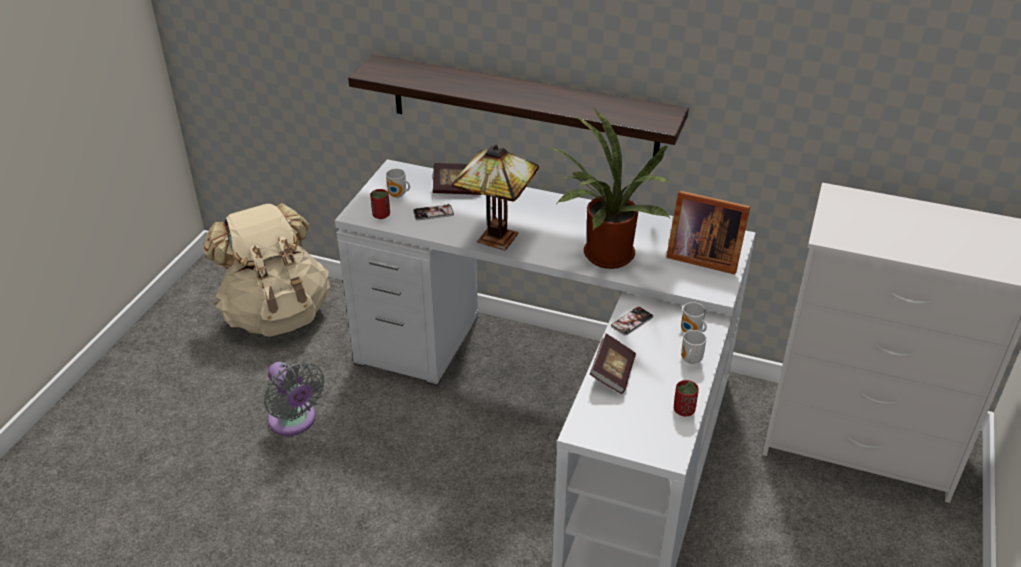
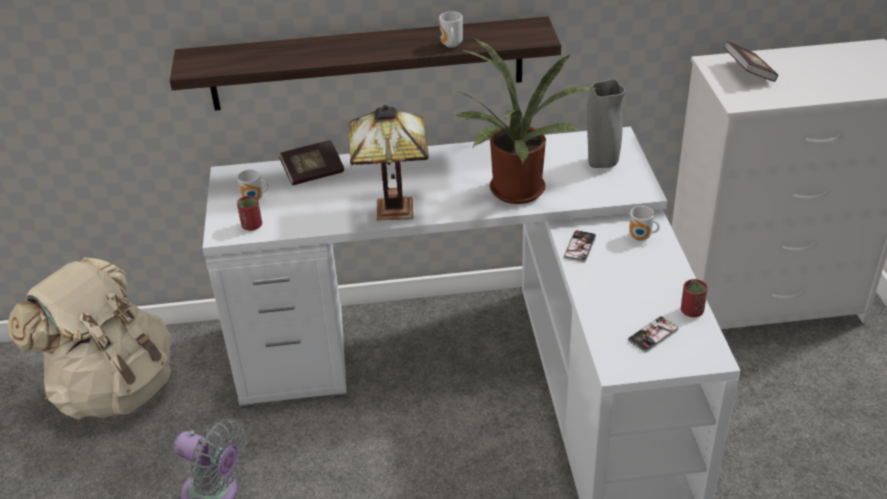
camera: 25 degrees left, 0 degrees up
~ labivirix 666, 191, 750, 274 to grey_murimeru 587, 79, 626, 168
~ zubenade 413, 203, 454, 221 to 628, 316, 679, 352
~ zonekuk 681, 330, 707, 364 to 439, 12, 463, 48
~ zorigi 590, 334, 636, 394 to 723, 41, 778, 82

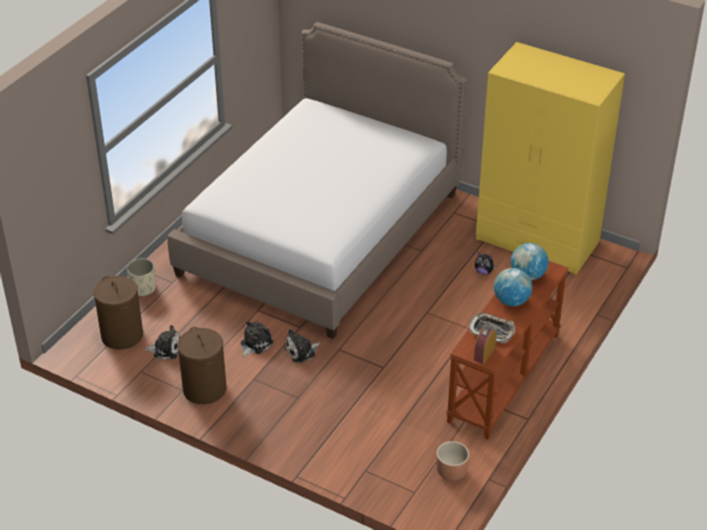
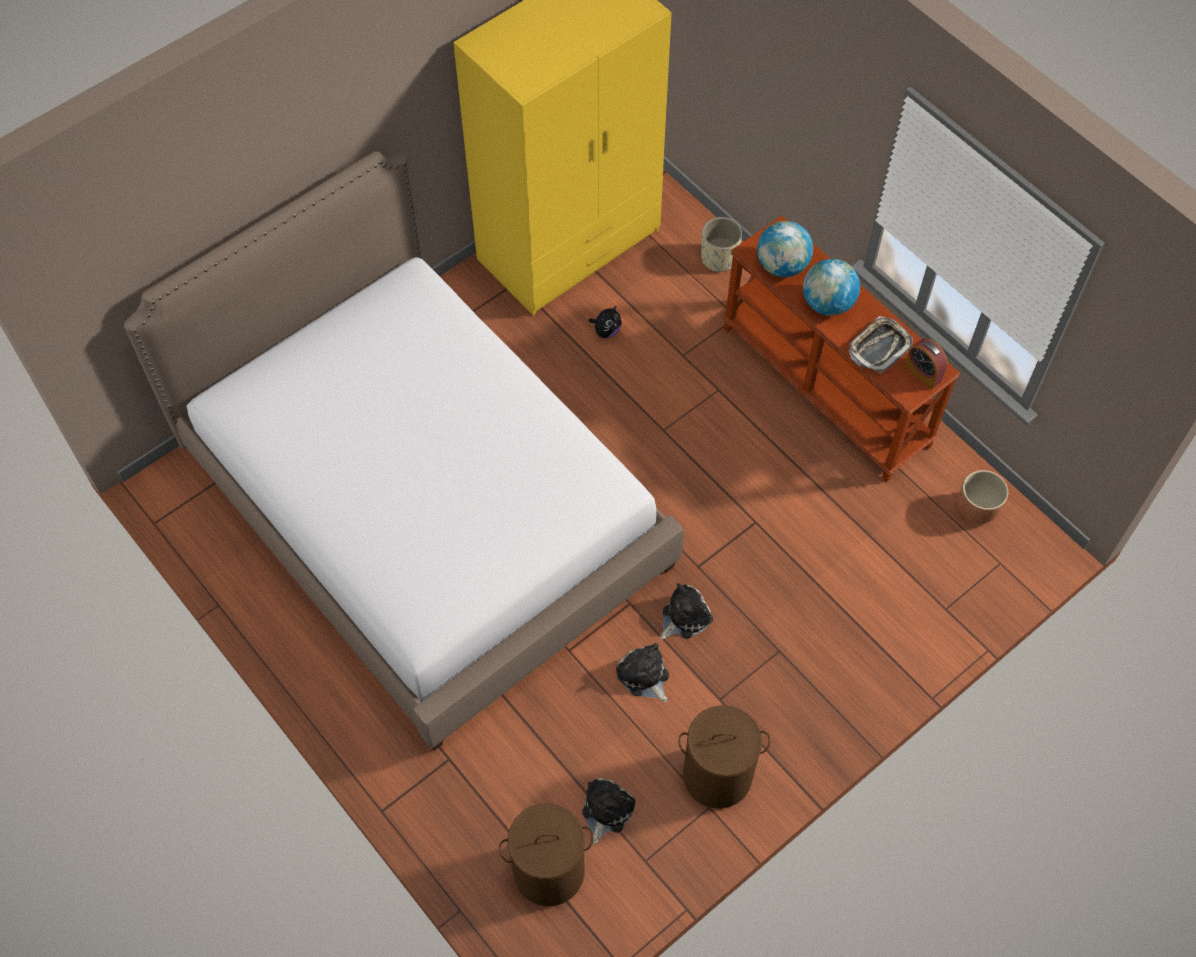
camera: 70 degrees left, 20 degrees up
~ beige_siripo 127, 258, 156, 297 to 701, 217, 742, 272
~ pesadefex 284, 329, 320, 363 = 660, 583, 713, 640 120 degrees counterclockwise

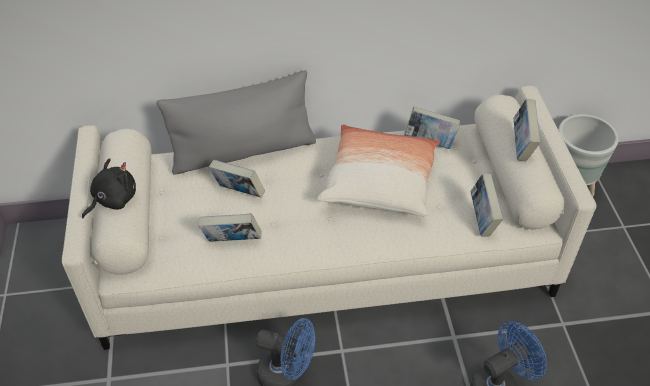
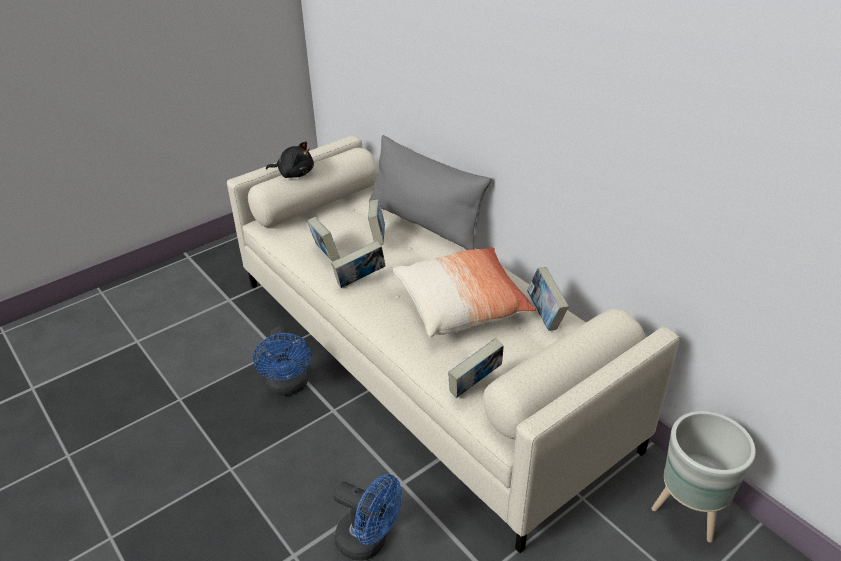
camera: 60 degrees right, 10 degrees down
~ zorigi 513, 99, 540, 162 to 331, 240, 385, 288

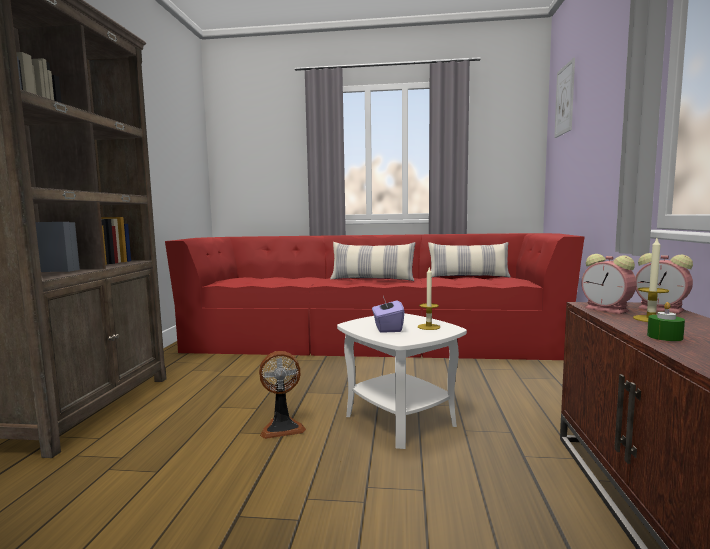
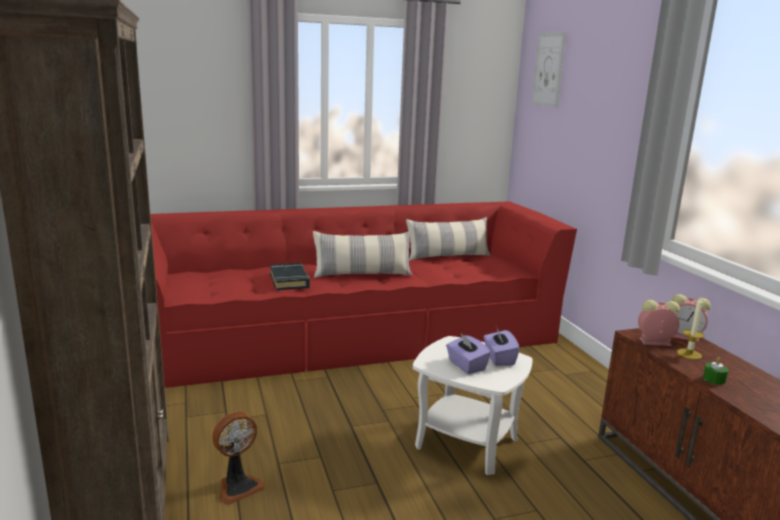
camera: 25 degrees left, 10 degrees up
~ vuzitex 581, 254, 636, 314 = 638, 300, 680, 346 150 degrees clockwise
~ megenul 418, 268, 440, 330 to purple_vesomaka 484, 326, 520, 366
~ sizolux 259, 351, 306, 439 to 212, 412, 265, 505
+ black_zorigi 270, 263, 310, 290

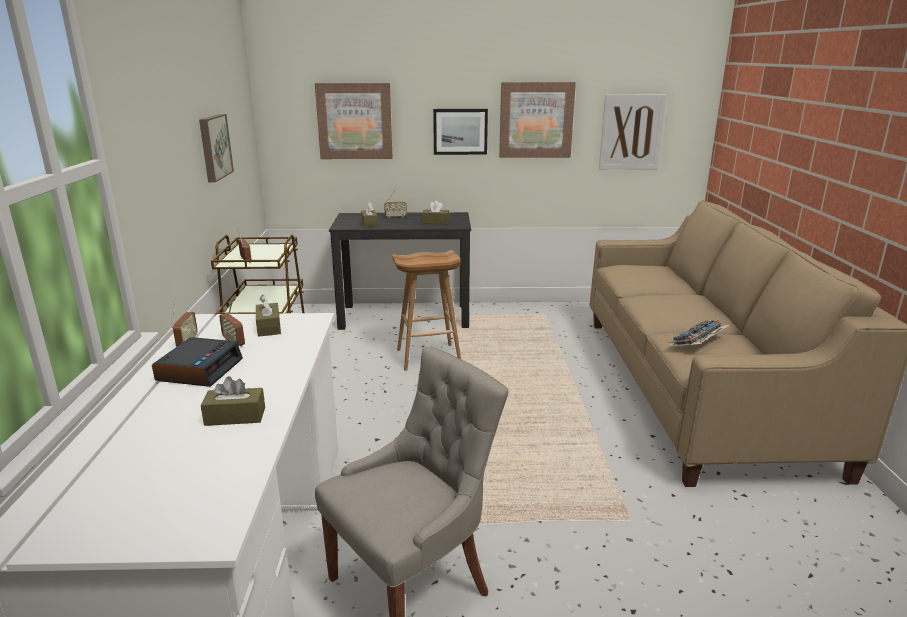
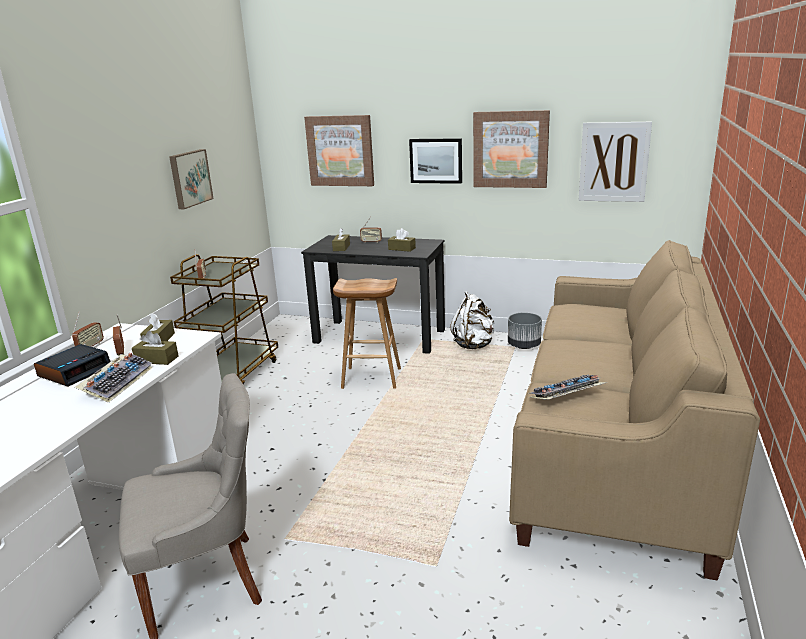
camera: 20 degrees right, 0 degrees up
~ brown_vesomaka 201, 376, 265, 426 to 132, 331, 178, 365
+ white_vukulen 450, 291, 494, 349
+ grey_siripo 508, 313, 542, 349
+ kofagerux 75, 353, 153, 403

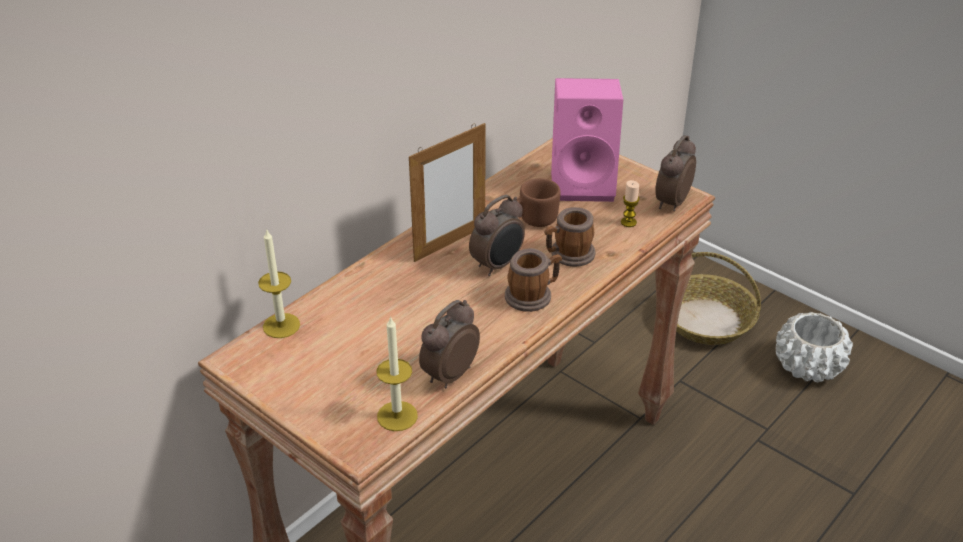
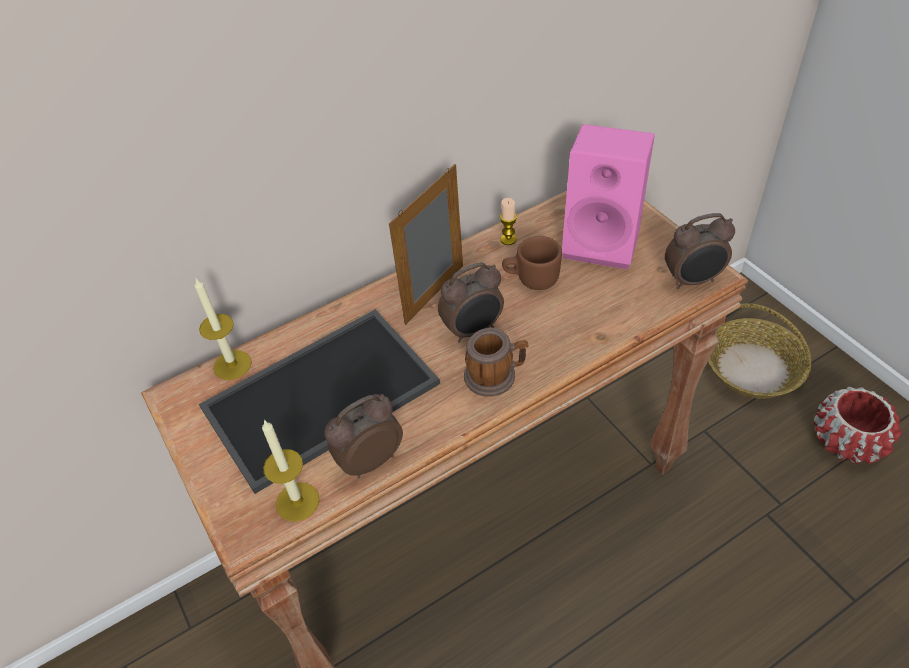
camera: 20 degrees right, 10 degrees up
~ labivirix 409, 123, 486, 262 = 389, 164, 463, 325 150 degrees clockwise
~ vuzitex 655, 135, 696, 212 = 665, 213, 735, 289 150 degrees counterclockwise
~ megenul 621, 180, 640, 227 to 500, 198, 517, 245
- zonekuk 545, 207, 596, 267
~ white_siripo 776, 312, 853, 383 to red_siripo 814, 387, 902, 464
+ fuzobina 199, 310, 440, 494

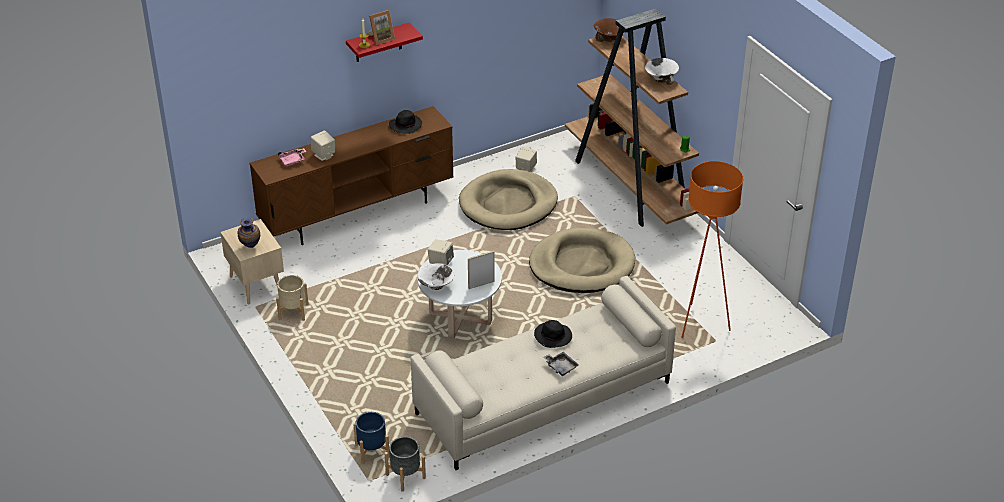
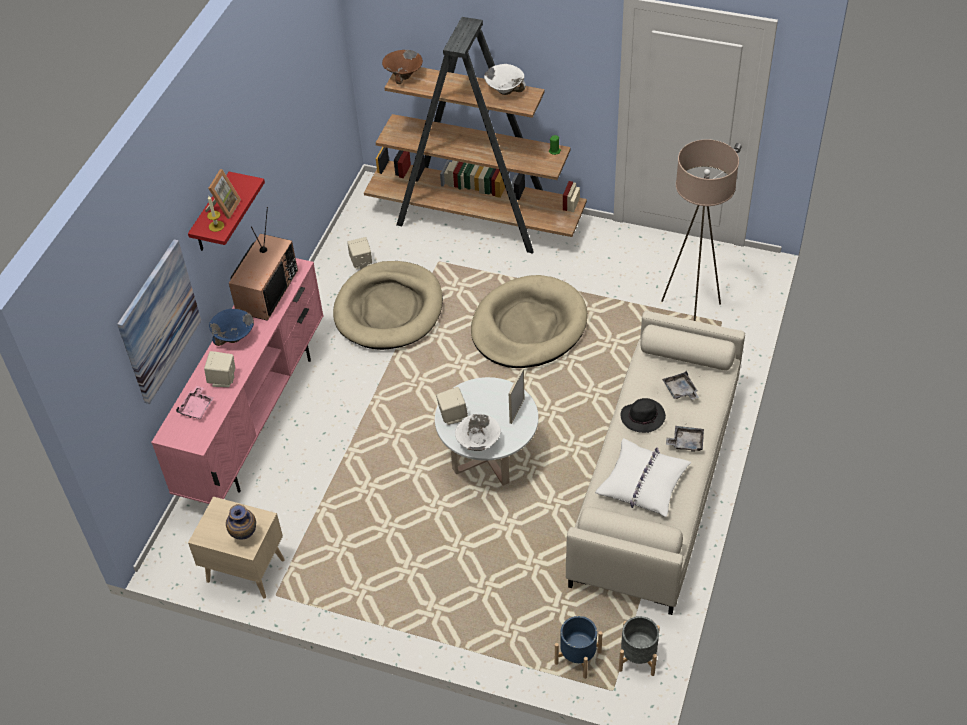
camera: 40 degrees left, 10 degrees up
~ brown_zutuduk 249, 106, 454, 245 to pink_zutuduk 151, 258, 324, 504
~ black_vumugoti 389, 110, 422, 134 to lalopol 229, 207, 298, 321
~ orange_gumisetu 681, 161, 743, 338 to beige_gumisetu 661, 139, 739, 321
- beige_siripo 276, 275, 309, 321
+ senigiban 117, 239, 201, 404
+ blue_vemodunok 209, 309, 254, 346
+ grey_fuzobina 662, 371, 699, 400
+ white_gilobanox 595, 438, 691, 517

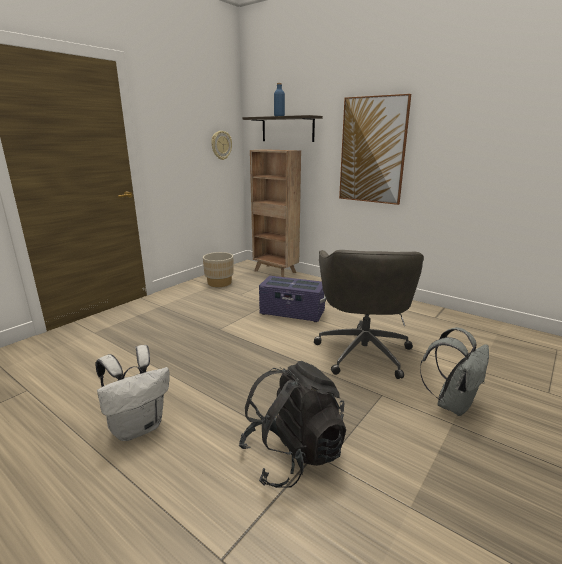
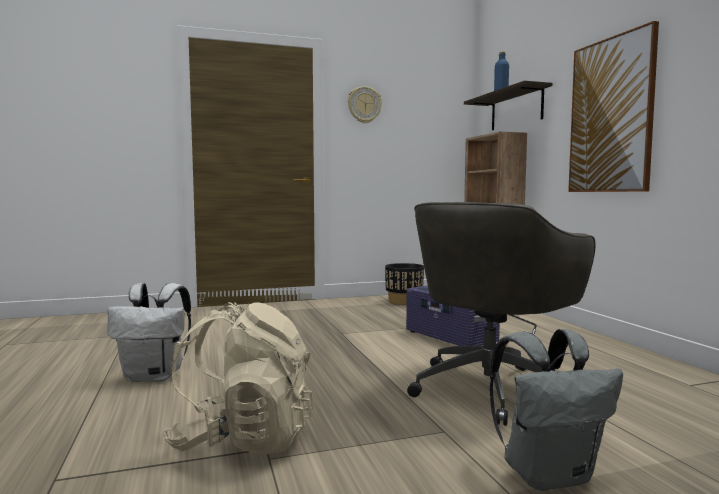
camera: 35 degrees right, 15 degrees down
~ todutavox 211, 131, 232, 160 to 348, 86, 382, 123
~ beige_siripo 203, 252, 234, 287 to black_siripo 385, 263, 424, 305
~ black_vukulen 239, 361, 346, 488 to beige_vukulen 162, 302, 314, 454

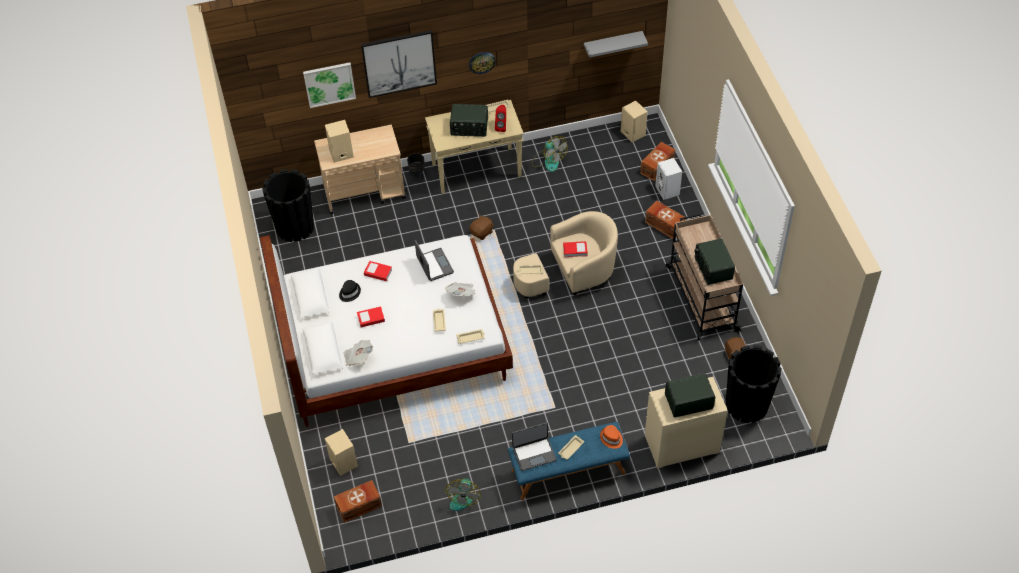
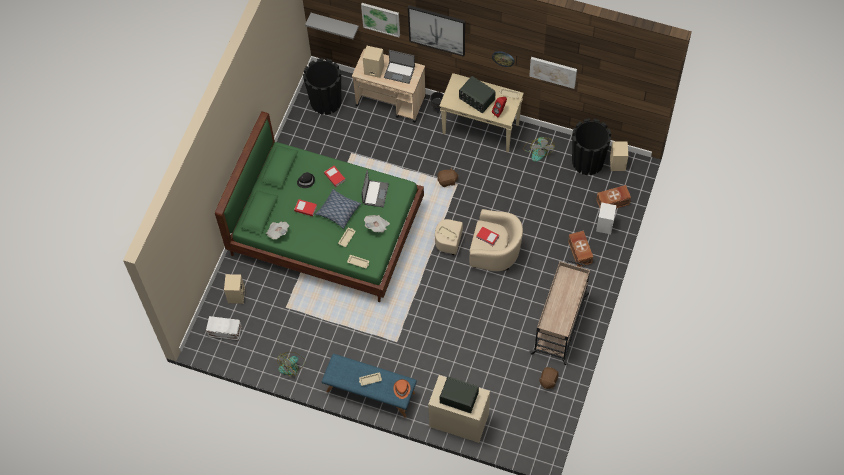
camera: 35 degrees right, 10 degrees up
~ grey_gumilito 584, 31, 648, 58 to 305, 13, 359, 39
~ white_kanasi 260, 235, 513, 427 to green_kanasi 215, 111, 424, 302
- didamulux 694, 238, 735, 285
~ black_siripo 726, 345, 781, 423 to 572, 118, 611, 175
~ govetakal 512, 422, 557, 471 to 384, 50, 415, 84
~ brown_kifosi 334, 480, 382, 523 to white_kifosi 206, 316, 242, 340
+ senigiban 529, 57, 577, 89
+ gilobanox 315, 189, 361, 229

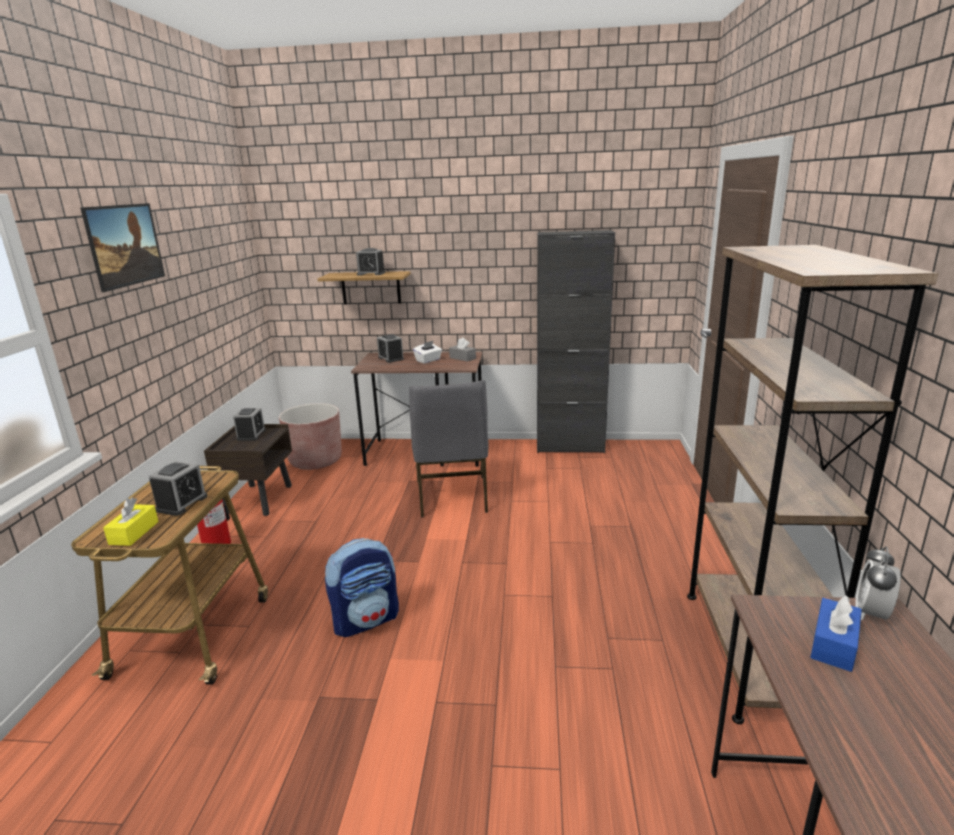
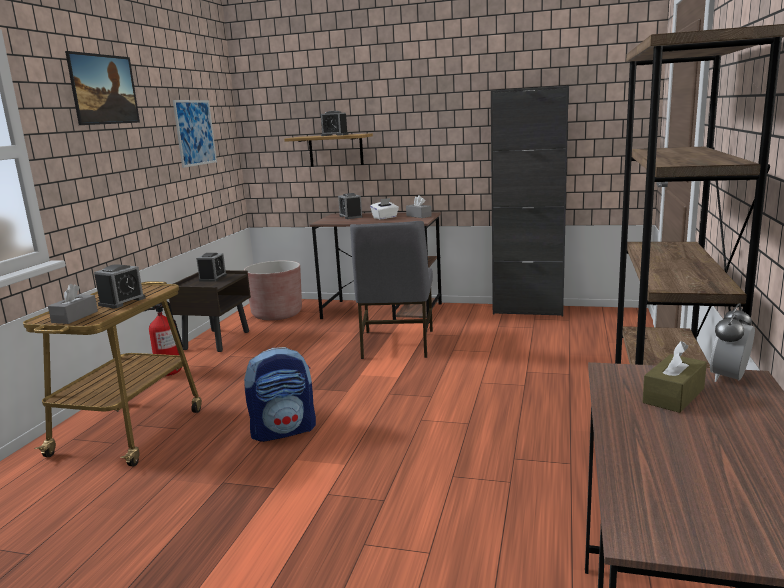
camera: 10 degrees right, 5 degrees down
~ yellow_vesomaka 103, 497, 159, 546 to grey_vesomaka 48, 284, 98, 324
~ blue_vesomaka 810, 595, 862, 672 to brown_vesomaka 643, 341, 707, 413
+ senigiban 173, 100, 217, 168

